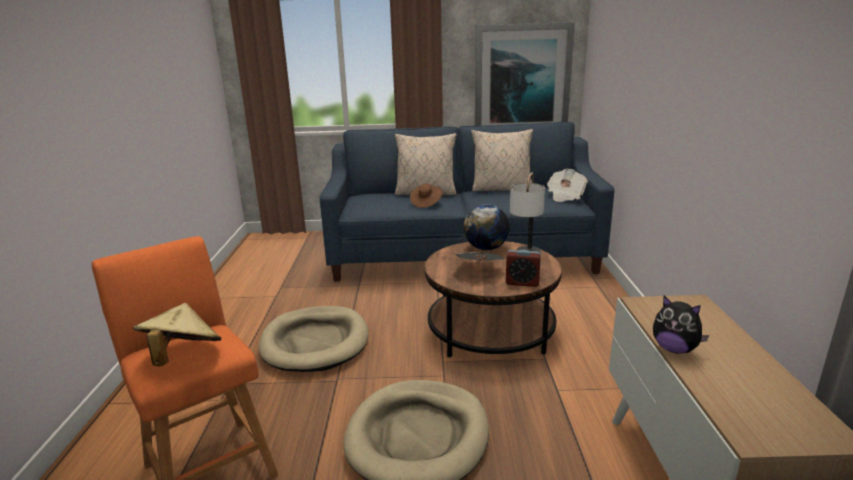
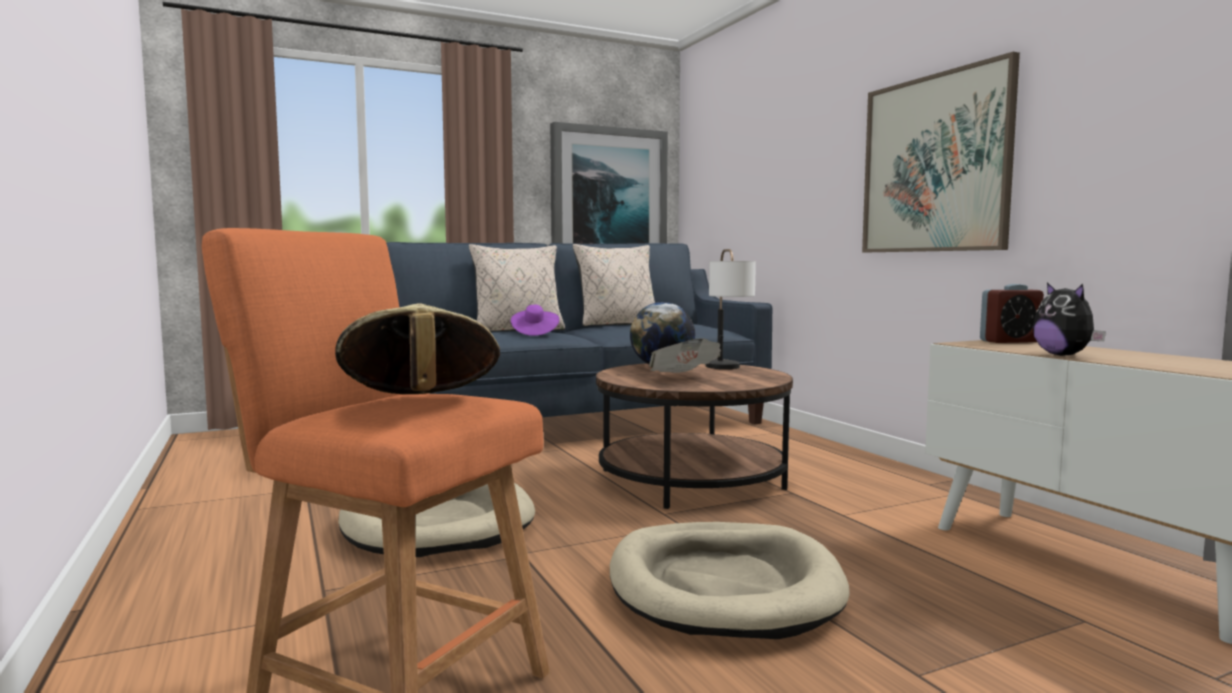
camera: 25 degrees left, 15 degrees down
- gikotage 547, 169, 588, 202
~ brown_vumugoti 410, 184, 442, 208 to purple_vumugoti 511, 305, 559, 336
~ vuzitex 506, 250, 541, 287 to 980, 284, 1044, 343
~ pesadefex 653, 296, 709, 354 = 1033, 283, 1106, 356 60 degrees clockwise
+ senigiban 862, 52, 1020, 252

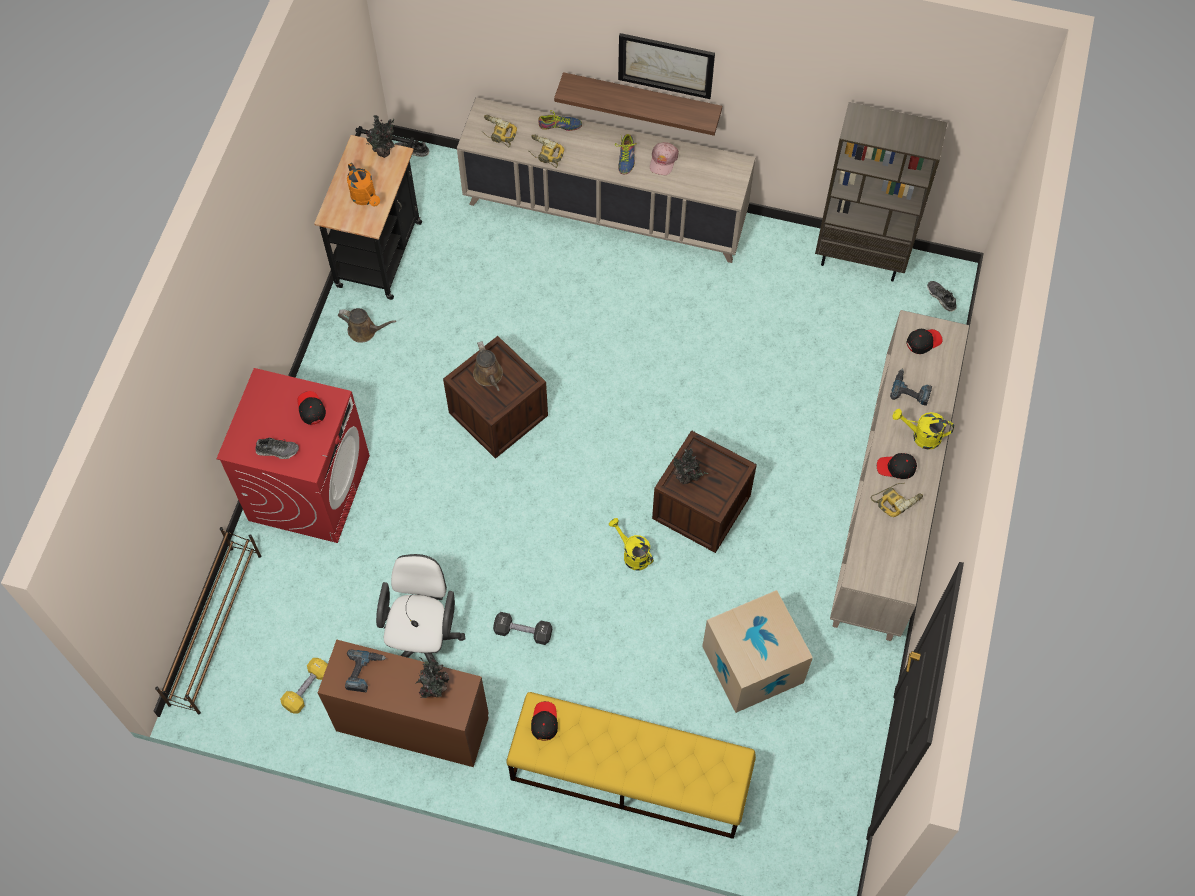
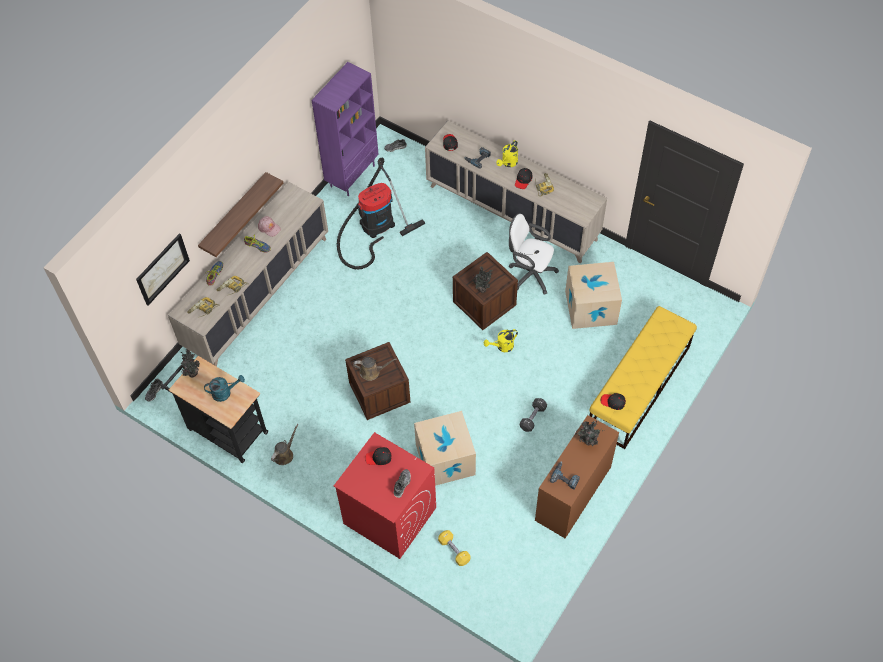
camera: 70 degrees left, 5 degrees down
~ senigiban 618, 33, 715, 99 to 136, 234, 190, 306
~ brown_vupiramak 815, 102, 948, 282 to purple_vupiramak 312, 62, 379, 196
~ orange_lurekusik 347, 163, 380, 207 to turquoise_lurekusik 204, 375, 245, 402
- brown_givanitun 155, 527, 261, 715
~ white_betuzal 376, 554, 465, 665 to 508, 214, 559, 295
~ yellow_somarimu 280, 658, 328, 714 to 438, 530, 471, 566
+ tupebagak 337, 158, 425, 270
+ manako 414, 411, 476, 486

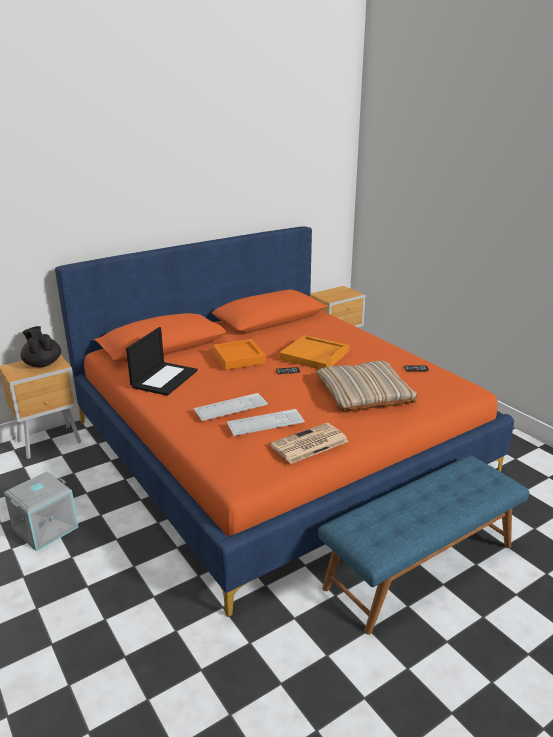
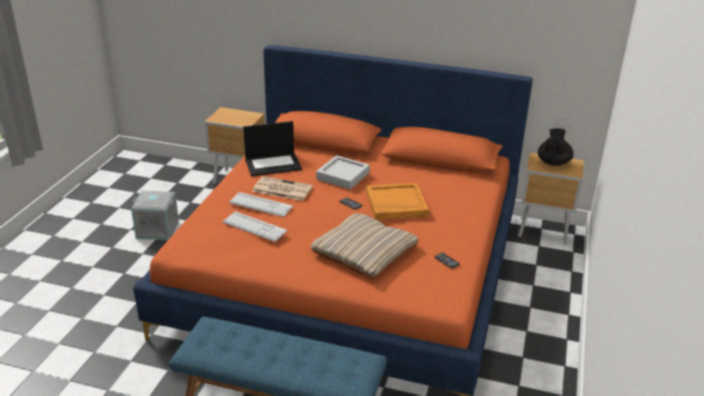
camera: 50 degrees right, 5 degrees up
~ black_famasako 20, 326, 61, 367 to 538, 128, 574, 166
~ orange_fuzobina 213, 339, 265, 370 to grey_fuzobina 316, 155, 370, 190
~ gikotage 270, 423, 349, 464 to 252, 176, 313, 201

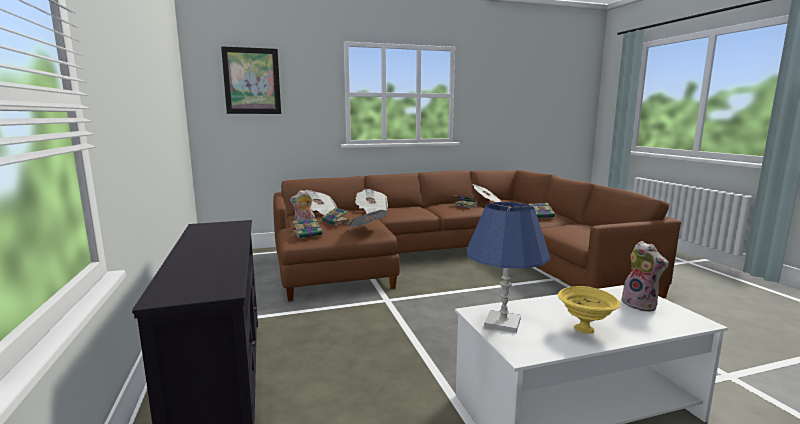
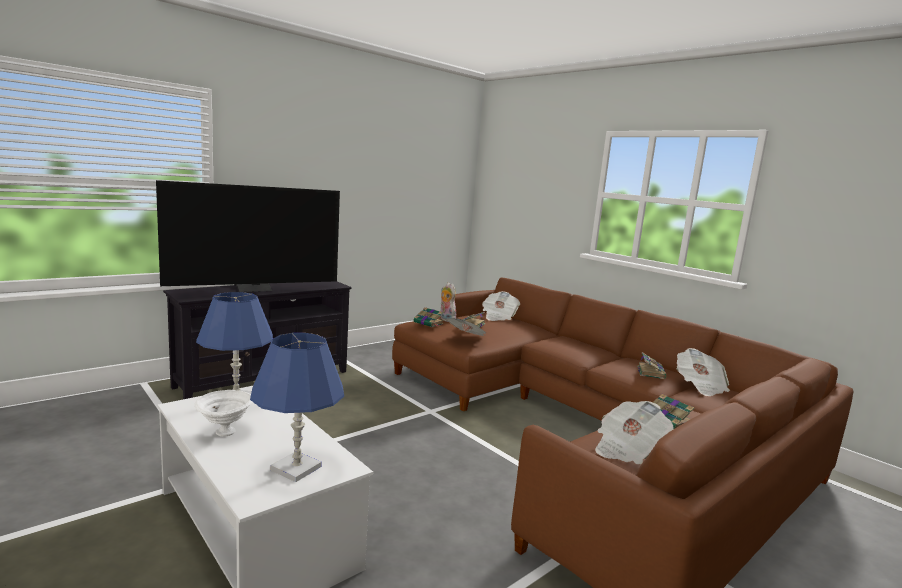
camera: 65 degrees right, 0 degrees up
- senigiban 221, 46, 281, 114
~ gikotage 355, 189, 388, 214 to 595, 401, 674, 464
~ pesadefex 621, 241, 669, 312 to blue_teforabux 250, 333, 344, 482
~ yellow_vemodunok 558, 286, 621, 334 to white_vemodunok 194, 390, 253, 436
+ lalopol 156, 180, 340, 292

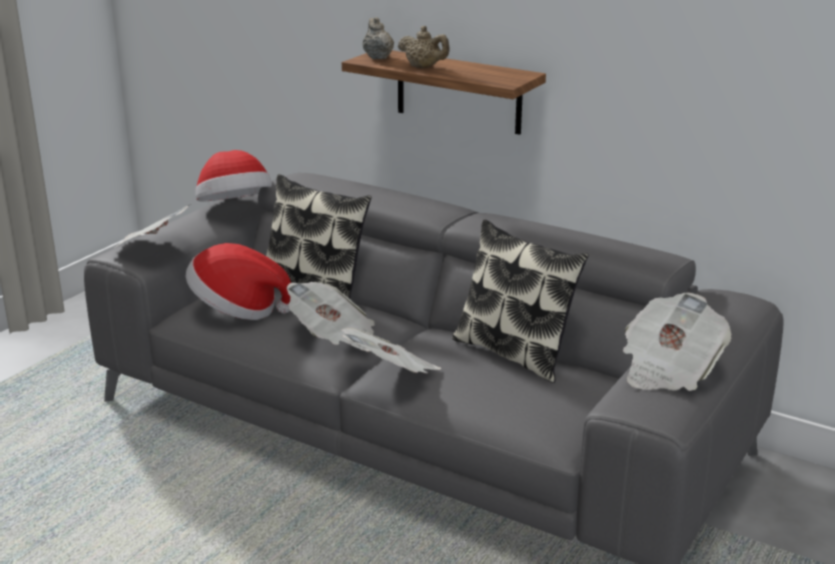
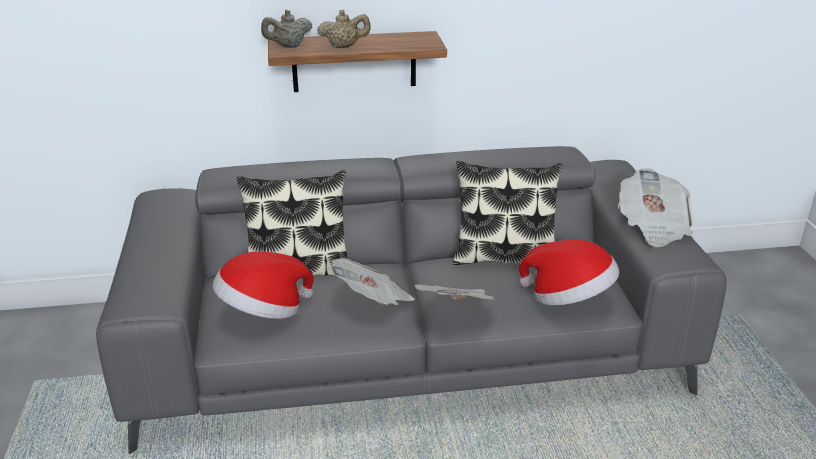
camera: 40 degrees left, 5 degrees up
~ beige_famasako 362, 17, 394, 59 = 261, 10, 312, 48 60 degrees counterclockwise
~ vumugoti 196, 150, 272, 202 to 519, 240, 619, 306
- gikotage 116, 204, 191, 247

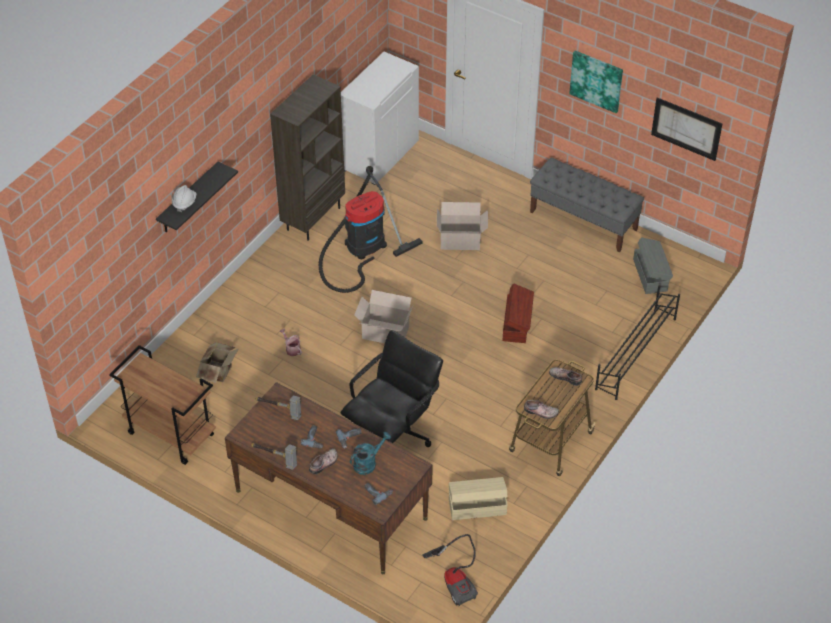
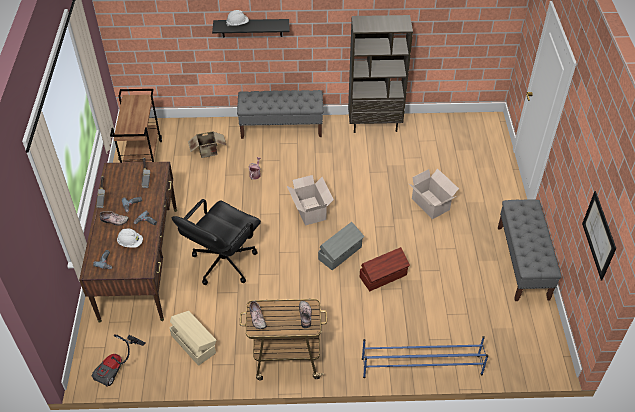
camera: 55 degrees right, 0 degrees up
- senigiban 569, 51, 623, 113
- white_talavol 341, 52, 419, 185
- tupebagak 318, 166, 422, 293
~ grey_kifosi 633, 237, 673, 294 to 318, 222, 364, 270
~ black_givanitun 595, 285, 680, 400 to blue_givanitun 362, 336, 488, 378
~ black_betuzal 341, 330, 443, 447 = 172, 199, 261, 285 120 degrees clockwise
~ turquoise_lurekusik 350, 432, 391, 475 to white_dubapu 117, 228, 143, 248
+ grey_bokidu 237, 90, 323, 139

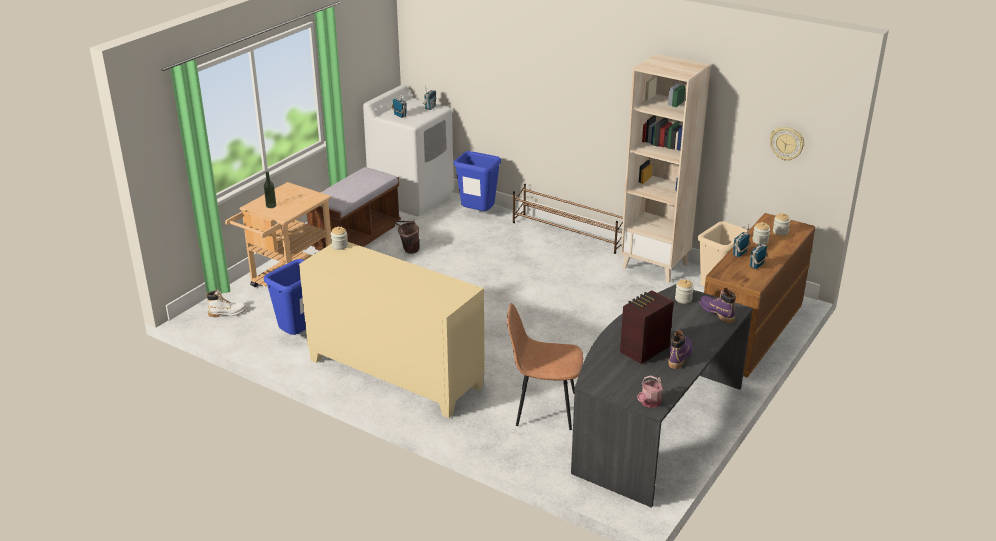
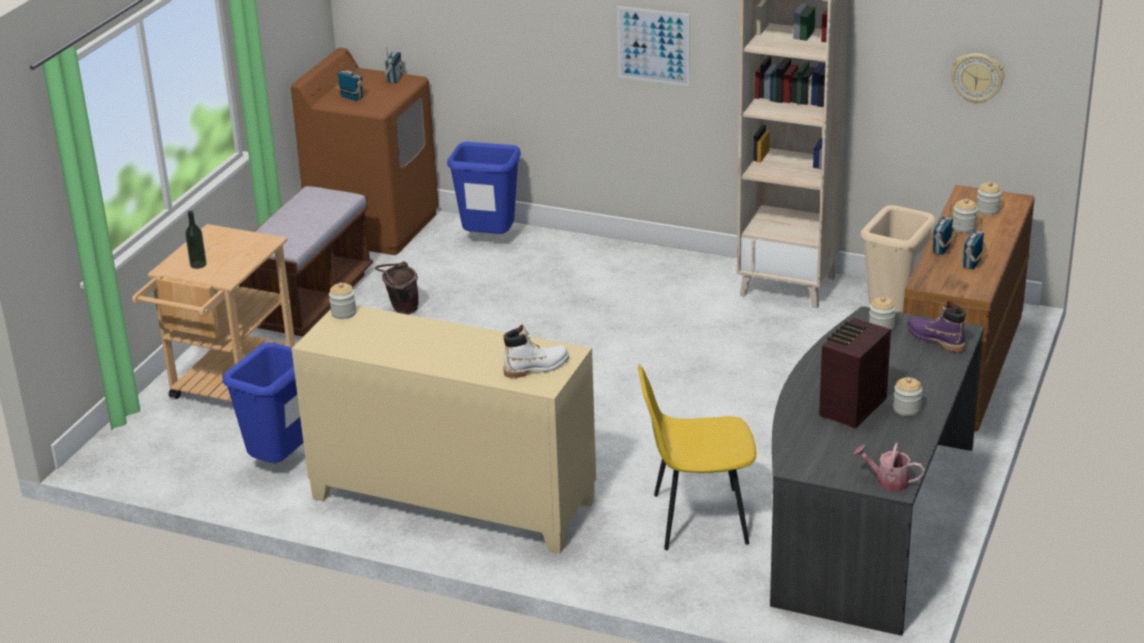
camera: 10 degrees left, 0 degrees up
~ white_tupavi 363, 85, 454, 217 to brown_tupavi 291, 48, 439, 255
- brown_givanitun 513, 184, 623, 254
~ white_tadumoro 206, 289, 247, 317 to 503, 325, 569, 378
~ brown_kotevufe 507, 303, 583, 430 to yellow_kotevufe 638, 365, 757, 550
~ purple_tadumoro 669, 330, 693, 369 to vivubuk 893, 377, 922, 416
~ lurekusik 637, 375, 663, 408 = 854, 443, 925, 491 90 degrees clockwise
+ senigiban 617, 6, 690, 86

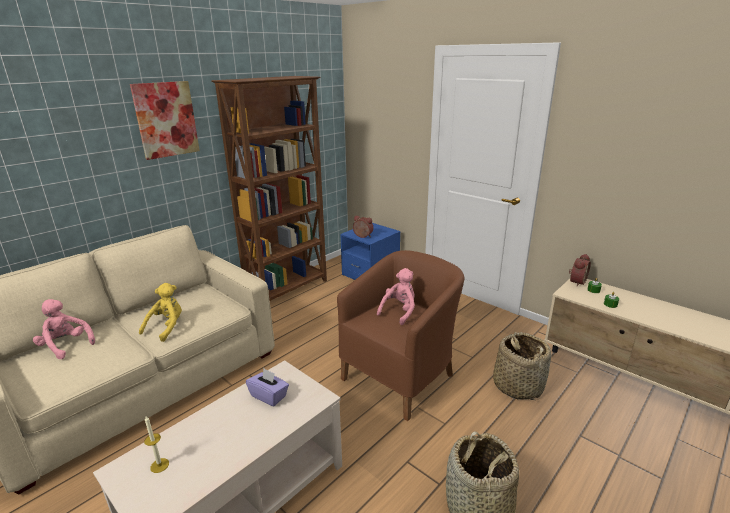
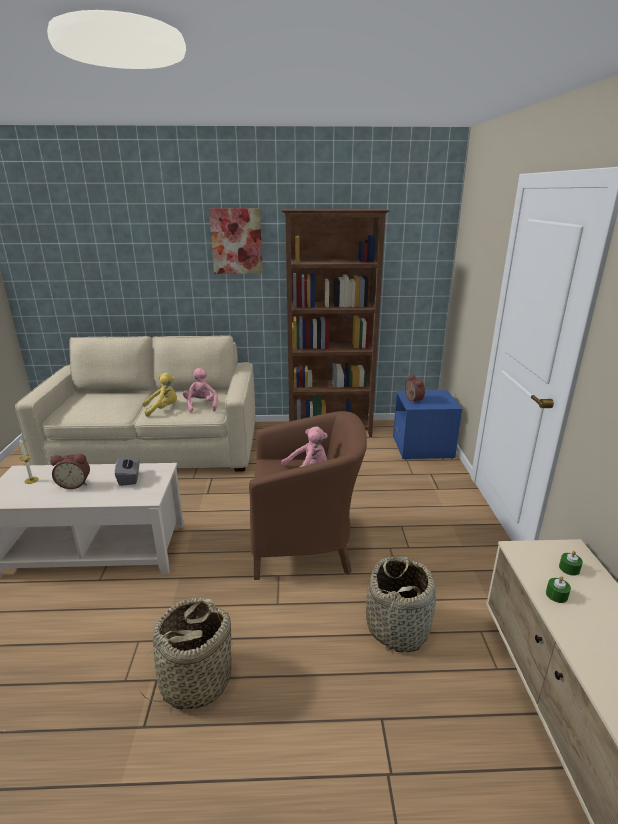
camera: 45 degrees right, 0 degrees up
~ vuzitex 569, 254, 591, 287 to 50, 454, 90, 489
~ pink_pesadefex 33, 299, 95, 359 to 183, 368, 218, 413
~ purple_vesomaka 246, 368, 289, 406 to grey_vesomaka 115, 456, 140, 486

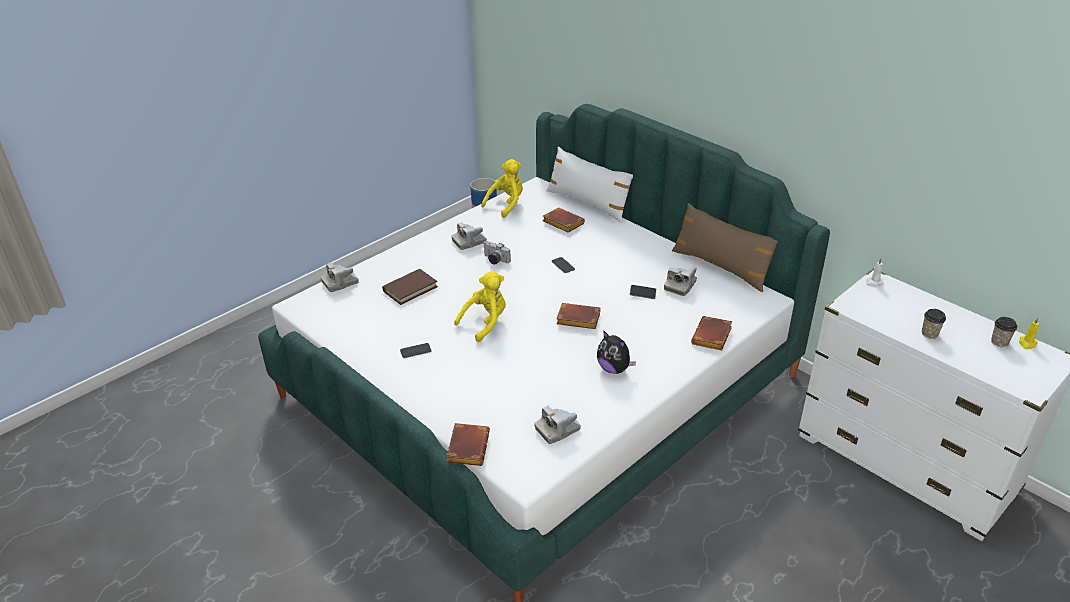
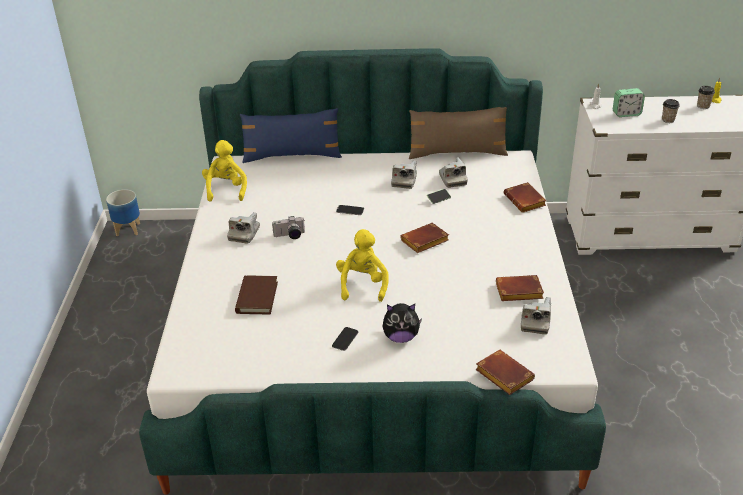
camera: 45 degrees left, 0 degrees up
~ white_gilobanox 546, 146, 633, 223 to blue_gilobanox 240, 108, 342, 163
~ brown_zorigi 543, 208, 585, 233 to 496, 275, 544, 301
~ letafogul 321, 262, 359, 292 to 391, 160, 417, 189
~ pesadefex 597, 330, 636, 374 to 382, 303, 422, 343
+ vuzitex 613, 88, 645, 117

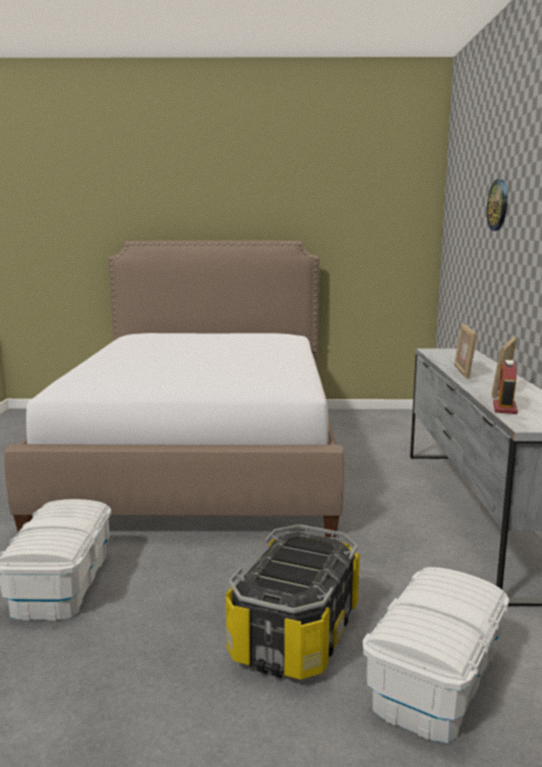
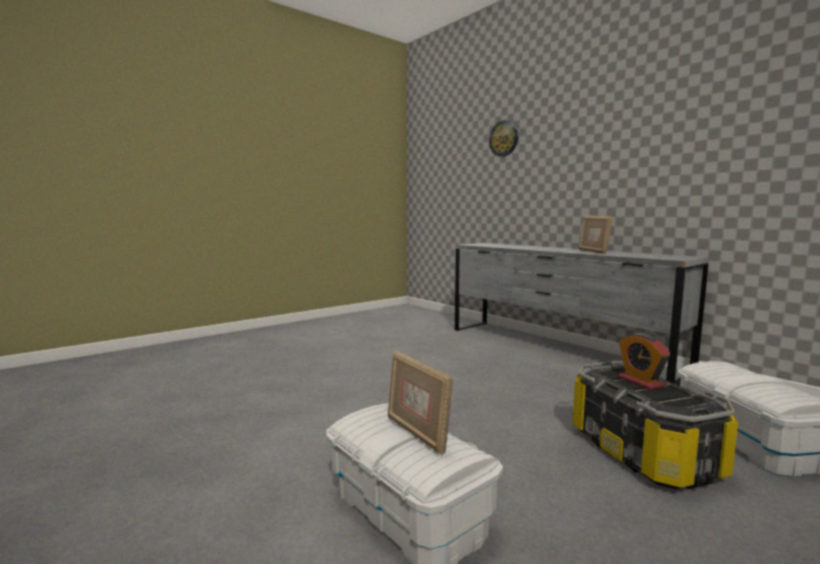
camera: 40 degrees left, 5 degrees down
- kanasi 4, 241, 344, 537
~ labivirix 454, 324, 477, 379 to 388, 350, 453, 456
~ vuzitex 493, 360, 518, 414 to 618, 333, 670, 390

